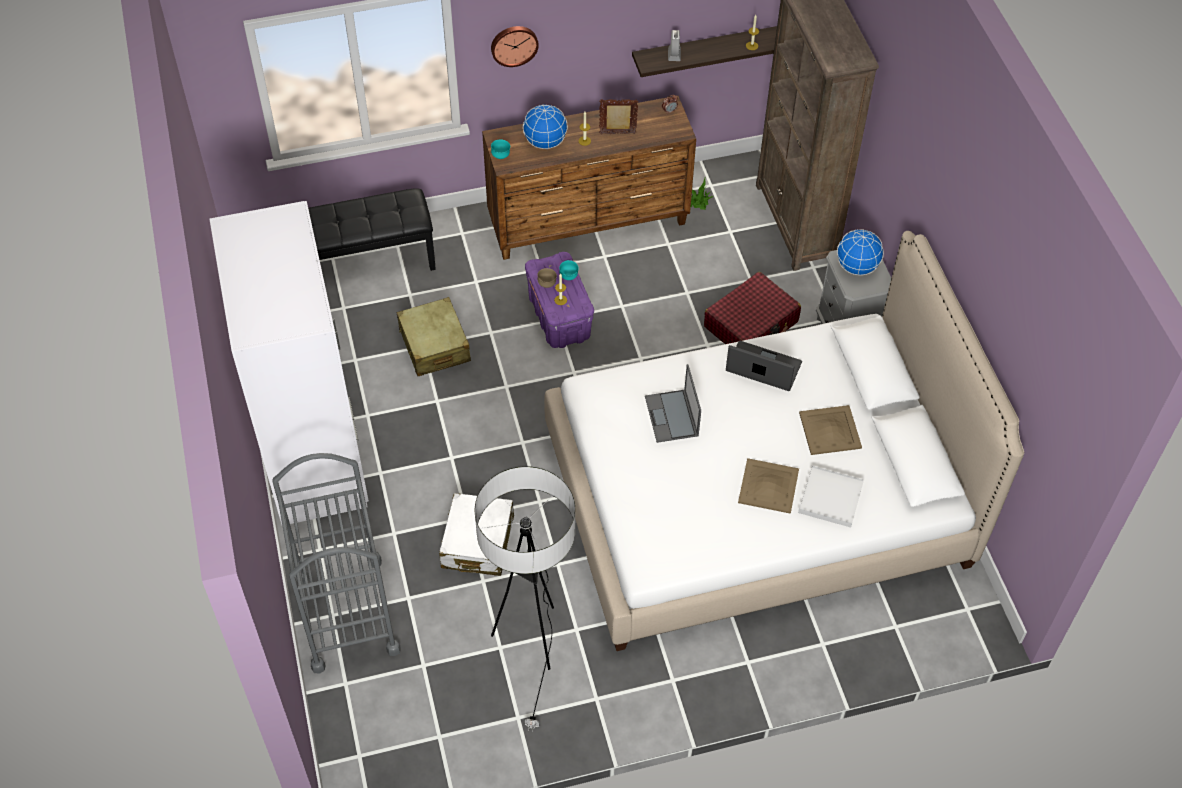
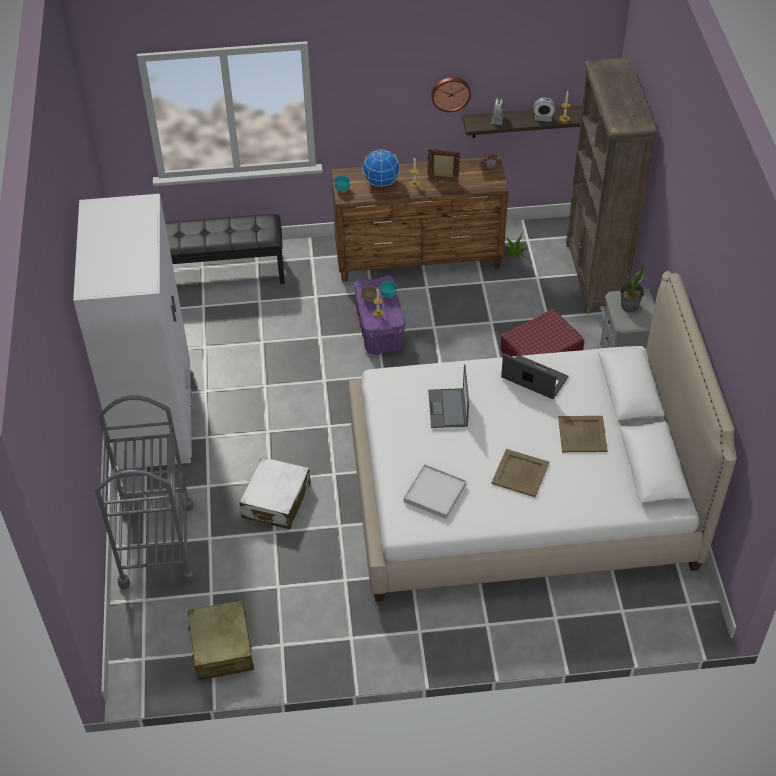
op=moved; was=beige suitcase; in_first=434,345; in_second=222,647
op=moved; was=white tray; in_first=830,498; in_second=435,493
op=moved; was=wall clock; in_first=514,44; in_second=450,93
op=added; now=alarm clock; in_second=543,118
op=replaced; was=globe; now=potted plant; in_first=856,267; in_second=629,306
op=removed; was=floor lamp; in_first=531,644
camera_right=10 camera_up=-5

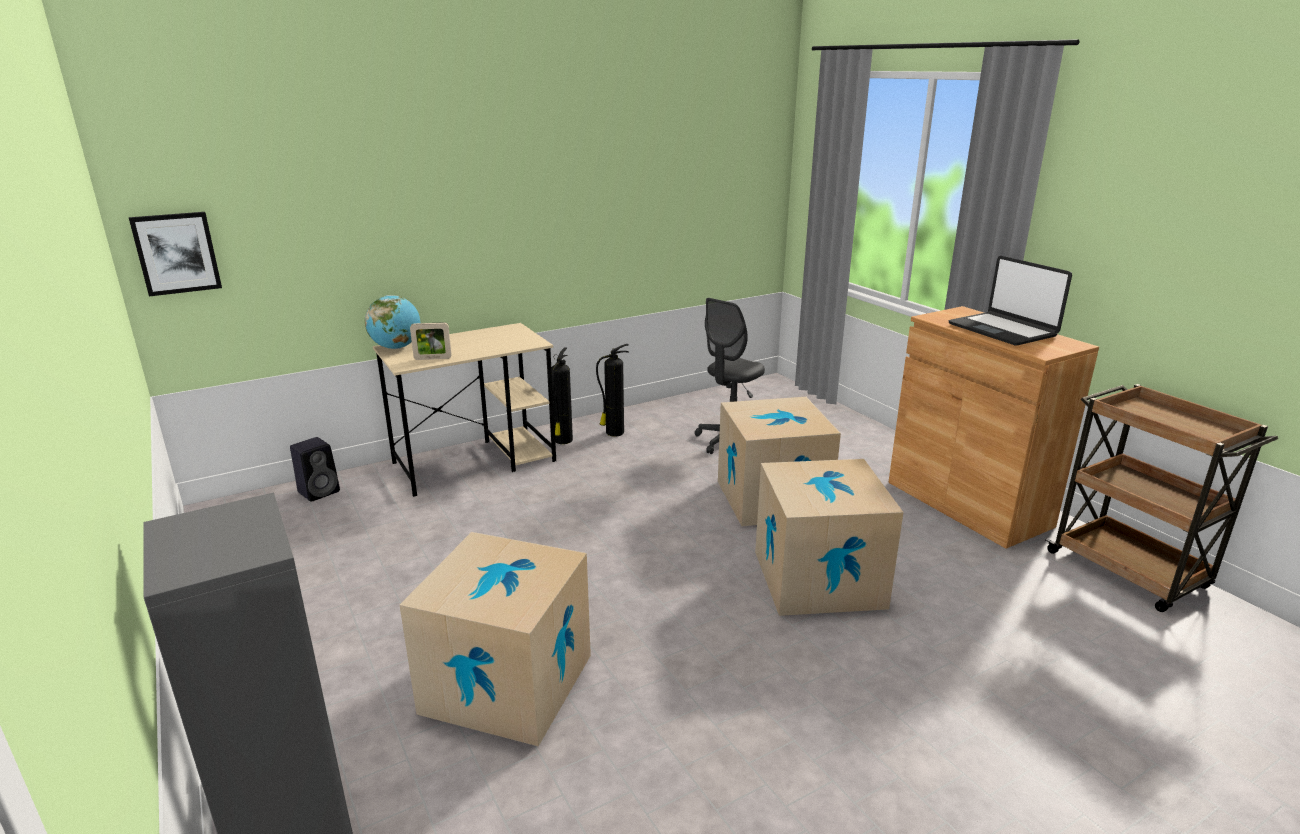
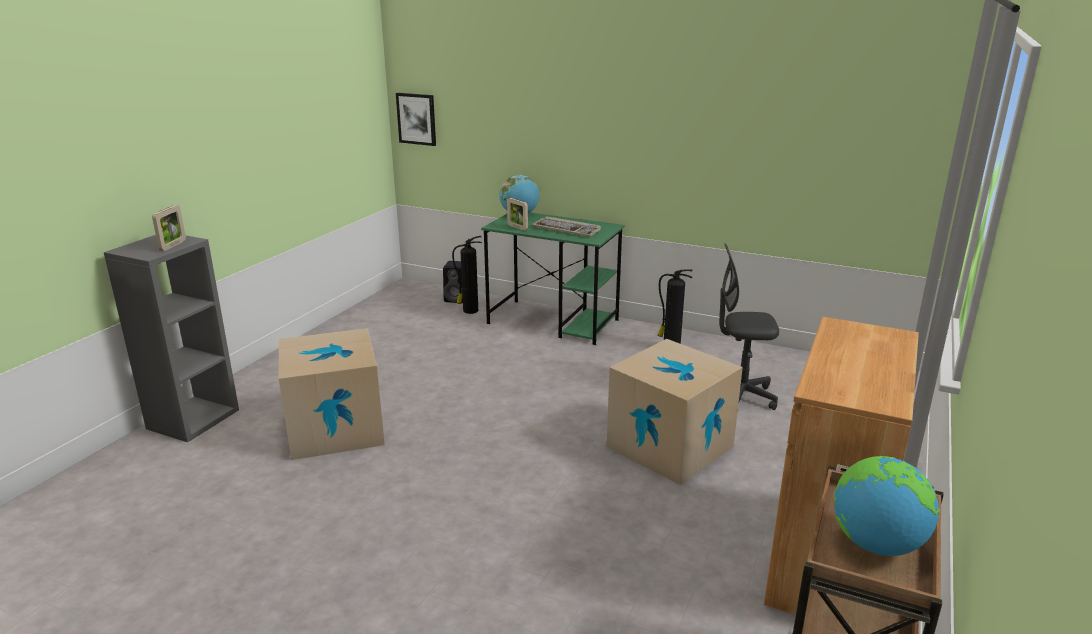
op=added; now=picture frame; in_second=173,245
op=moved; was=fire extinguisher; in_first=563,441; in_second=469,311
op=recoloured; was=beige desk; now=green desk; in_first=476,461; in_second=554,322
op=added; now=keyboard; in_second=567,229
op=added; now=globe; in_second=876,544
op=removed; was=cardboard box; in_first=818,579
op=removed; was=laptop; in_first=1003,330
camera_right=55 camera_up=0

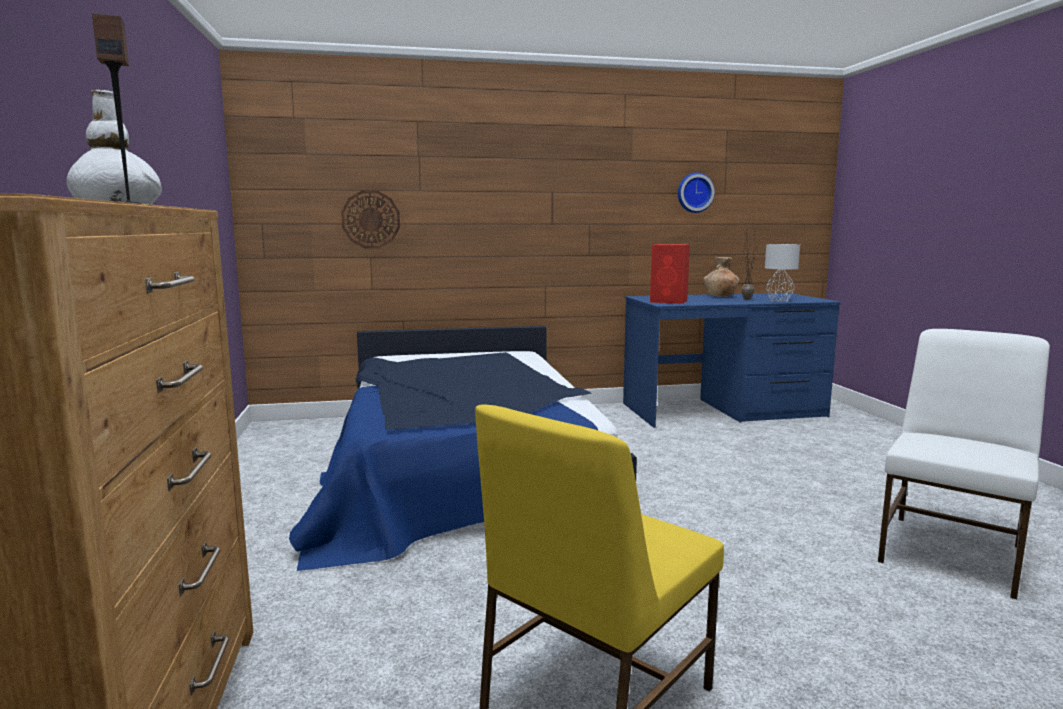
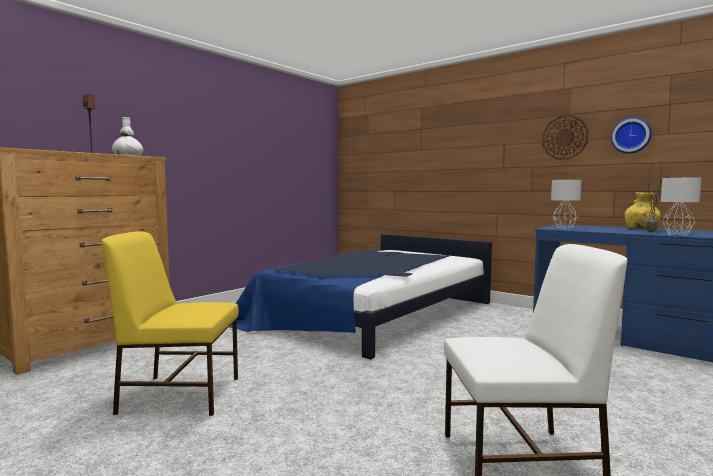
op=moved; was=wall clock; in_first=371,219; in_second=565,137
op=replaced; was=red speaker; now=grey table lamp; in_first=669,301; in_second=565,228
op=recoloured; was=brown vase; now=yellow vase; in_first=720,296; in_second=641,229
camera_right=50 camera_up=-5

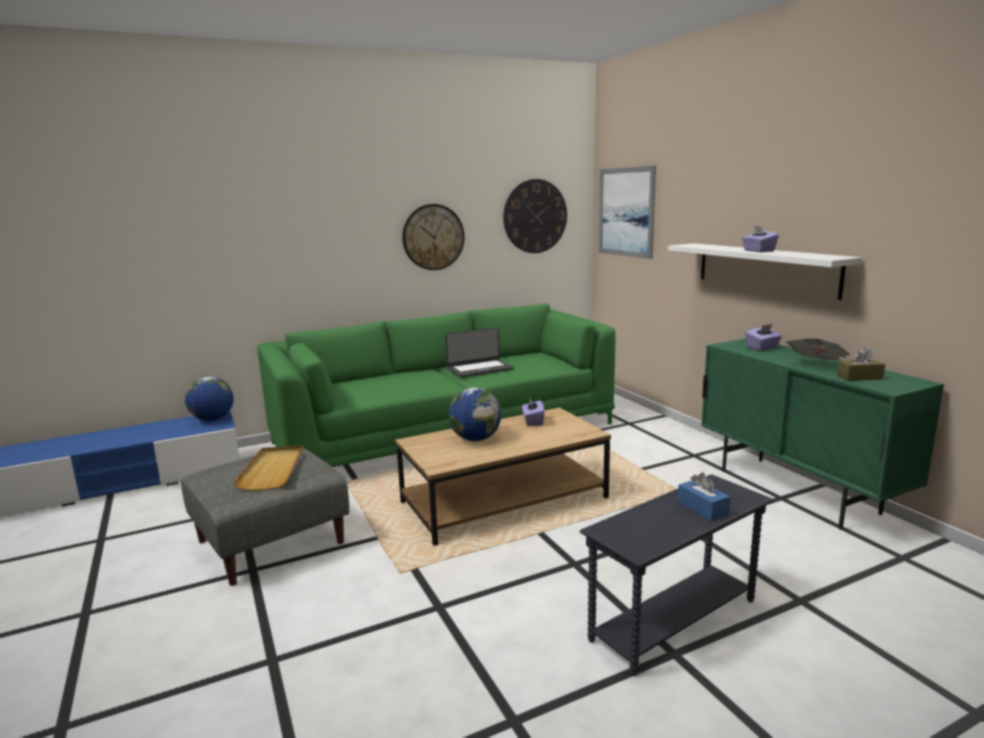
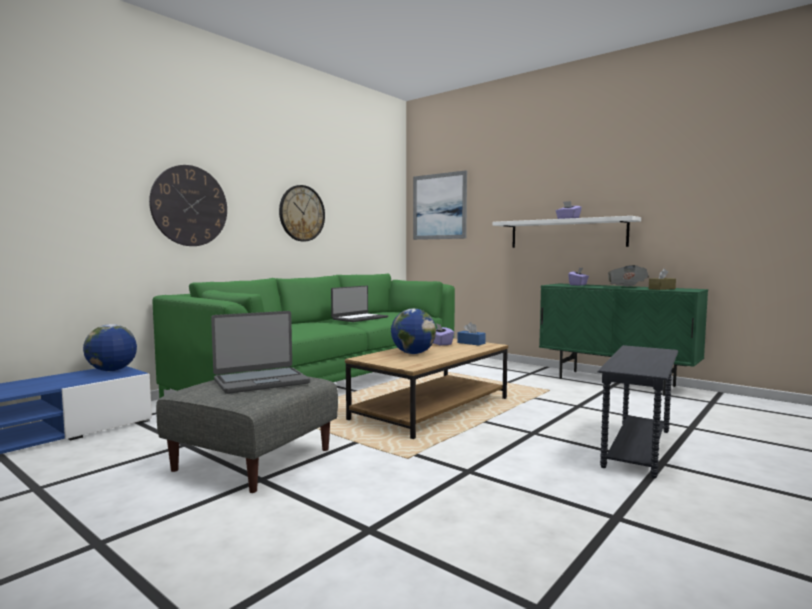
op=moved; was=wall clock; in_first=535,216; in_second=189,206
op=replaced; was=beige tray; now=laptop; in_first=272,470; in_second=261,381
op=moved; was=blue tissue box; in_first=702,508; in_second=471,343
camera_right=-25 camera_up=-10

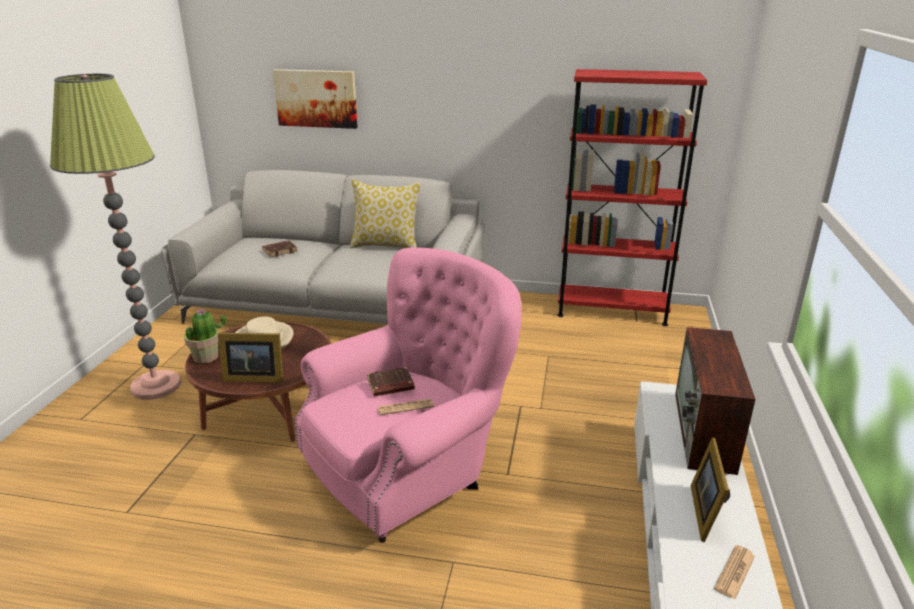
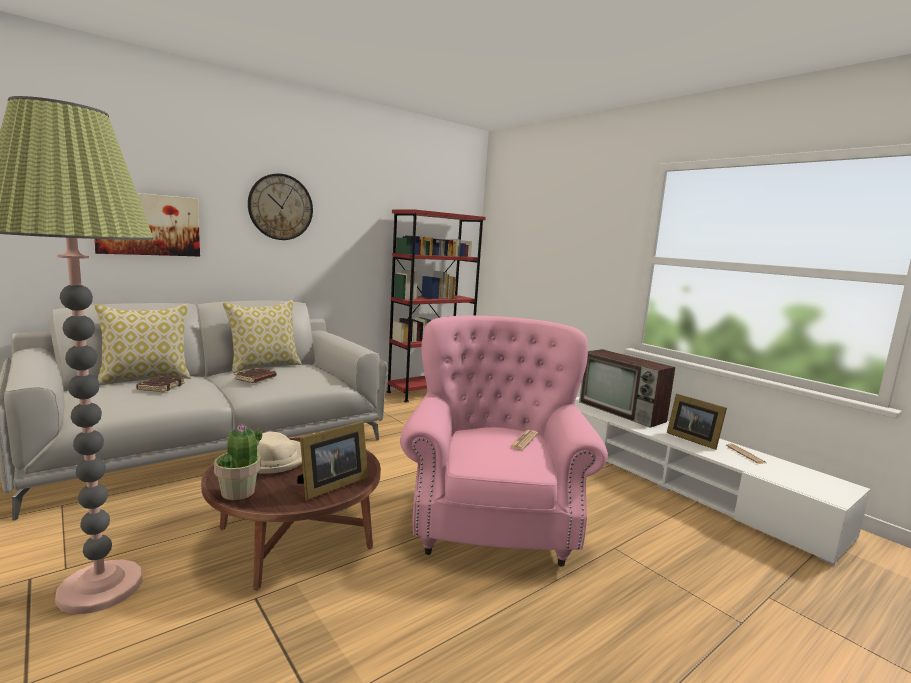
op=added; now=pillow; in_second=146,378
op=moved; was=brown book; in_first=390,386; in_second=256,378
op=added; now=wall clock; in_second=280,207
camera_right=-50 camera_up=-15

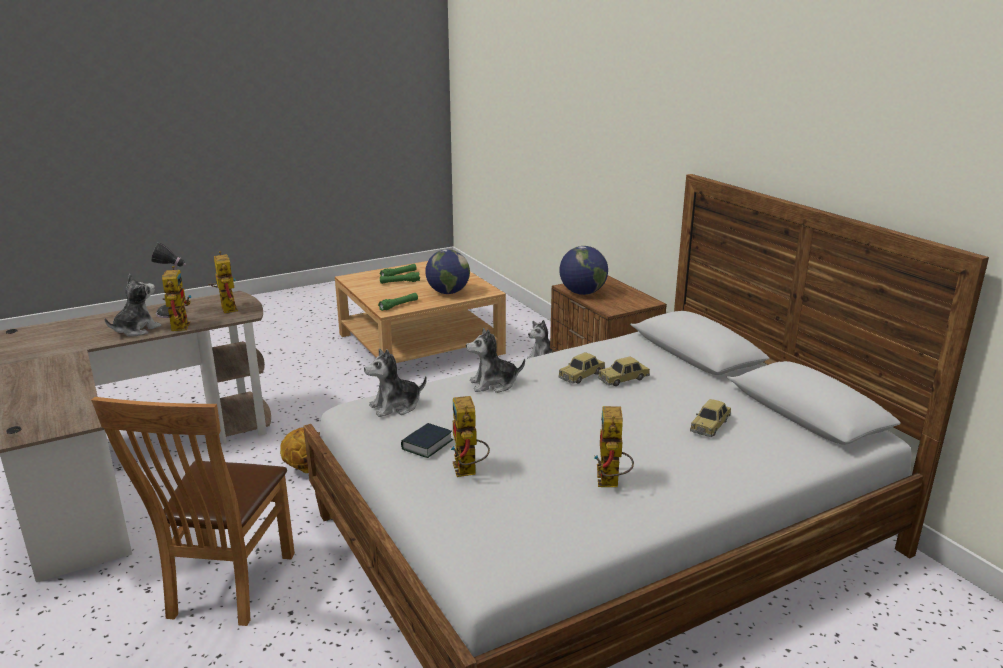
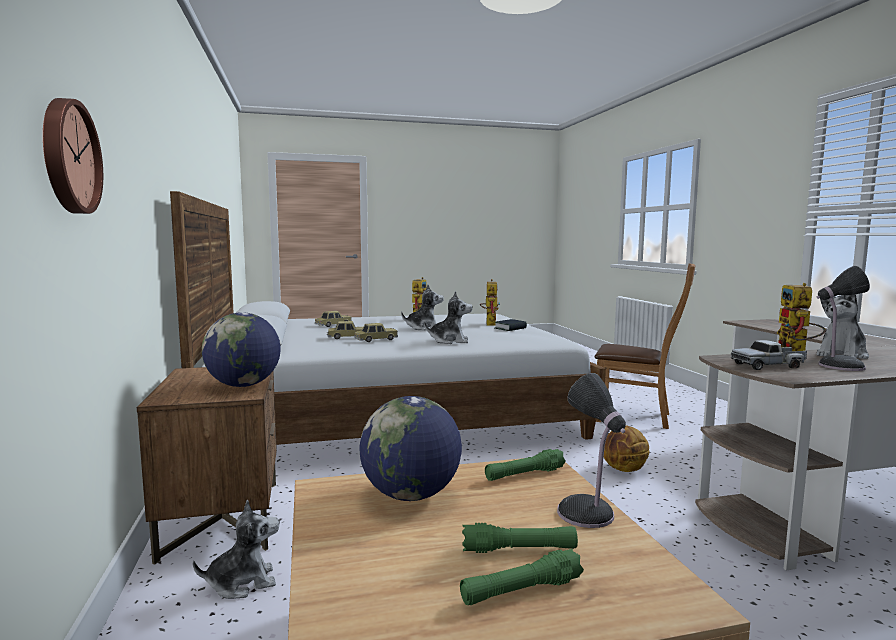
op=added; now=wall clock; in_second=67,157
op=moved; was=plush toy; in_first=395,406; in_second=424,328
op=added; now=table lamp; in_second=587,515
op=turned; was=brown chair; in_first=226,589; in_second=638,417; clockwise=90
op=replaced; was=toy robot; now=toy truck; in_first=226,307; in_second=768,366
camera_right=-165 camera_up=-15

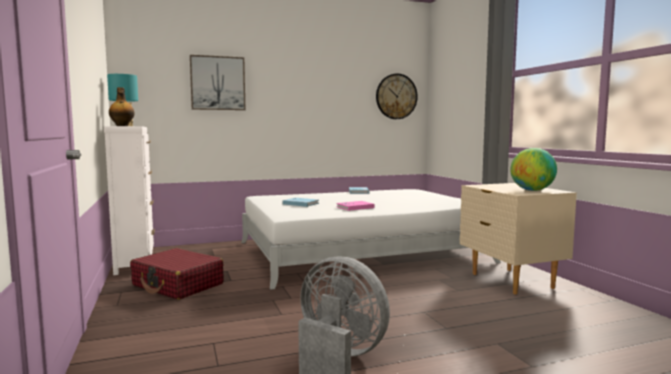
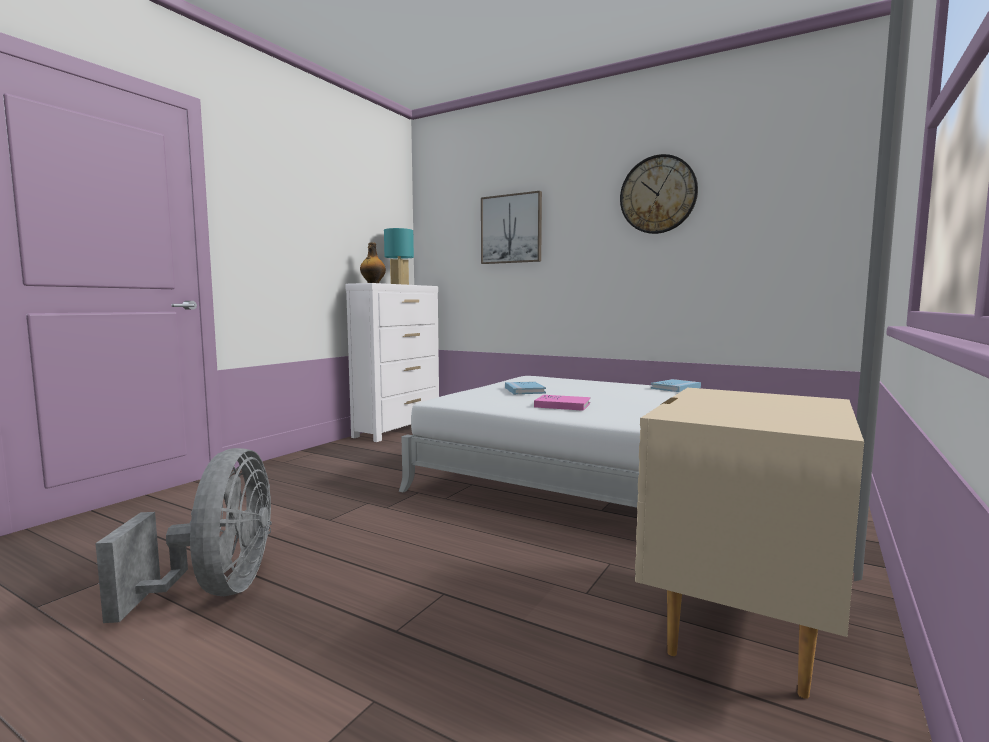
op=moved; was=wall clock; in_first=396,96; in_second=658,194
op=removed; was=red suitcase; in_first=178,285
op=removed; was=globe; in_first=532,190
camera_right=50 camera_up=0

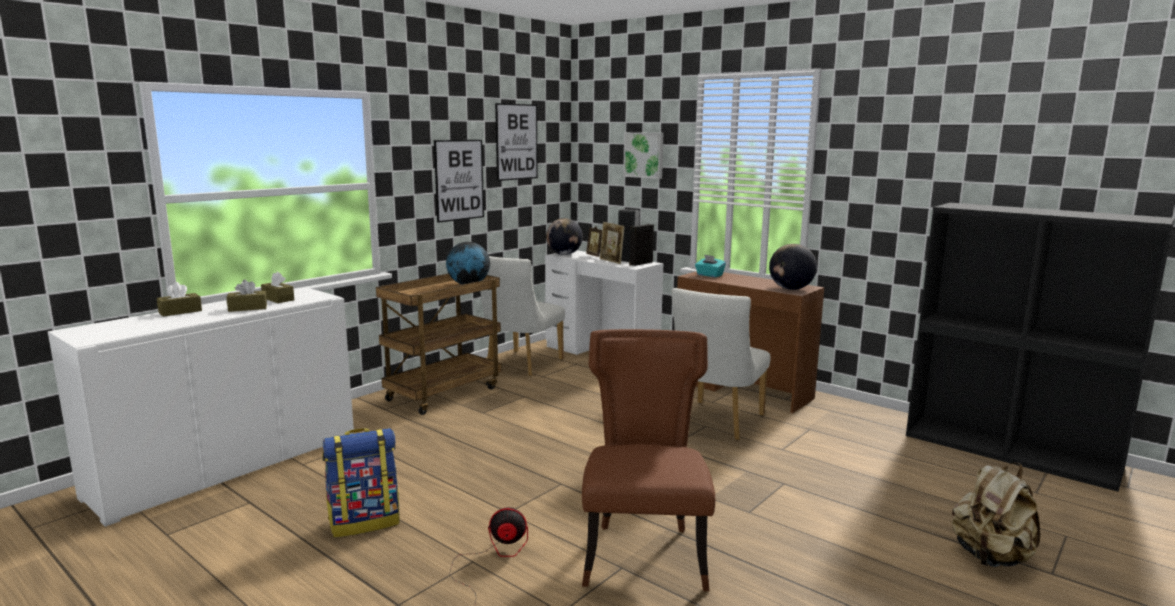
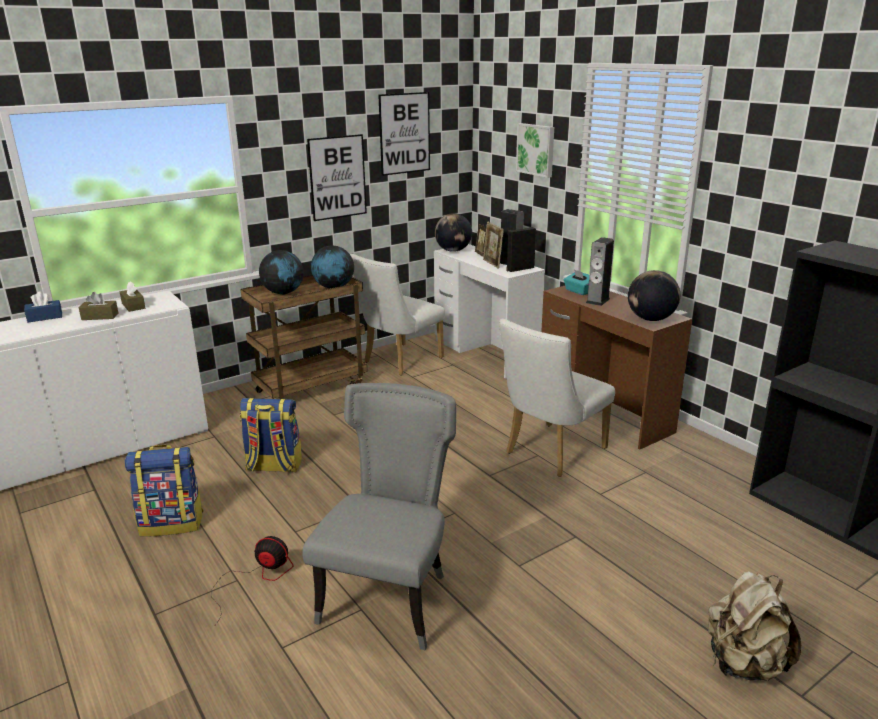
op=recoloured; was=brown tissue box; now=blue tissue box; in_first=180,312; in_second=45,317
op=added; now=backpack; in_second=273,466
op=added; now=globe; in_second=283,293
op=recoloured; was=brown chair; now=grey chair; in_first=644,554; in_second=390,597
op=added; now=speaker; in_second=597,301
camera_right=15 camera_up=10

